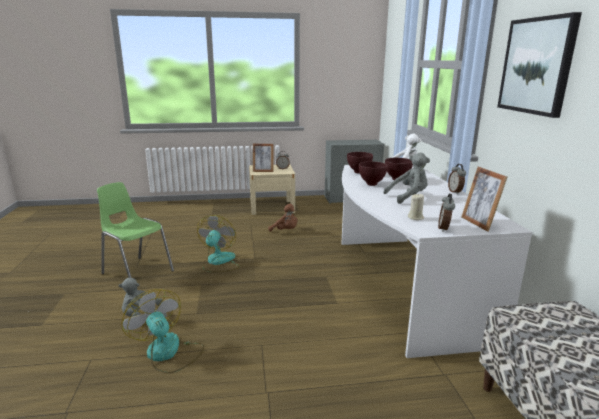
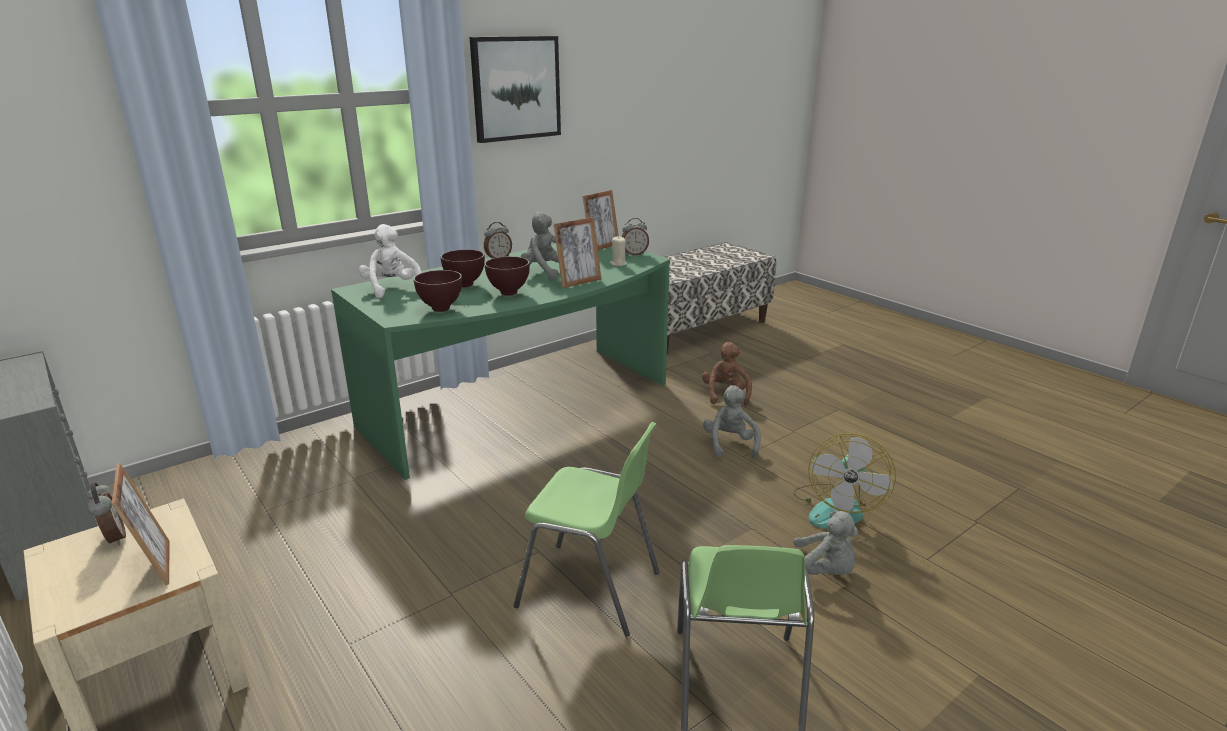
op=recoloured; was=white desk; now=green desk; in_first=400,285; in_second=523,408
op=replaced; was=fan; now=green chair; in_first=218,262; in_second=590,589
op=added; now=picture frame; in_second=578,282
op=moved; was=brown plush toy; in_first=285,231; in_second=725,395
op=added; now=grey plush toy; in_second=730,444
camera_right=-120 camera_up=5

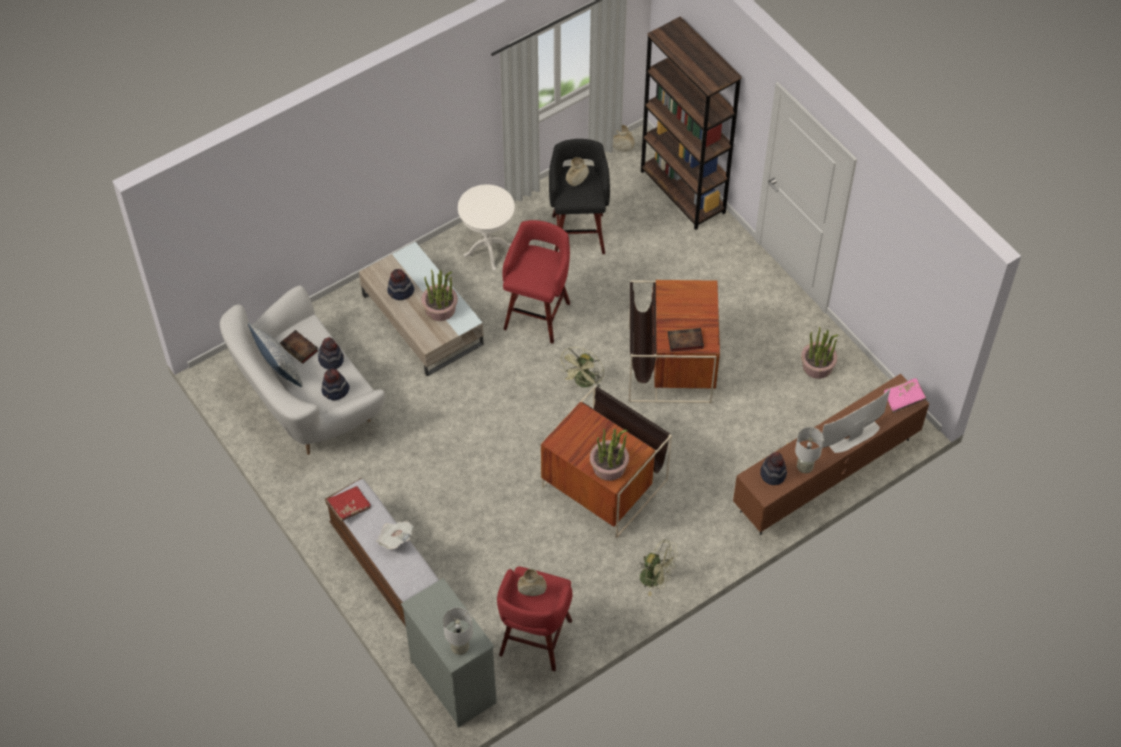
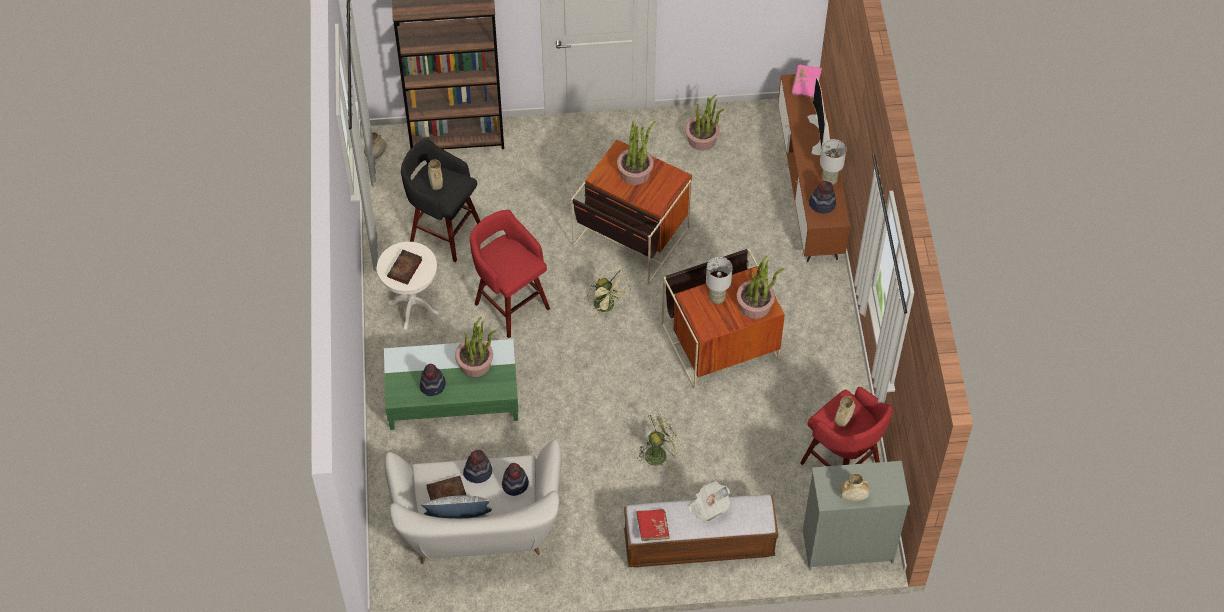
op=recoloured; was=beige coffee table; now=green coffee table; in_first=422,319; in_second=452,395
op=moved; was=book; in_first=684,341; in_second=405,269
op=added; now=potted plant; in_second=635,172
op=moved; was=green fan; in_first=656,578; in_second=659,453
op=moved; was=grey table lamp; in_first=460,648; in_second=717,298
op=added; now=beige vase; in_second=853,497
camera_right=-60 camera_up=0

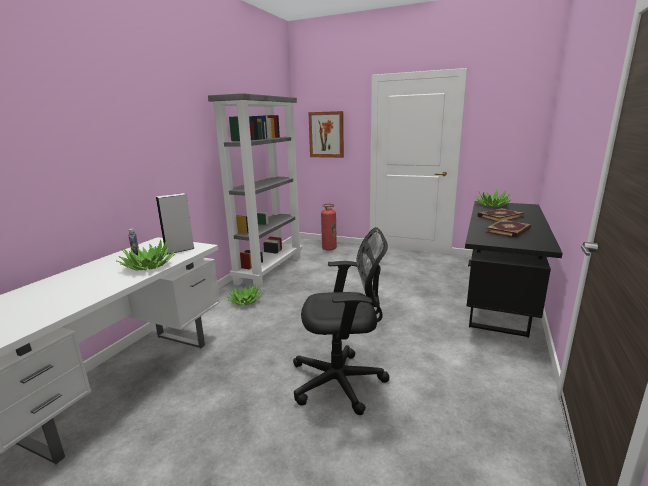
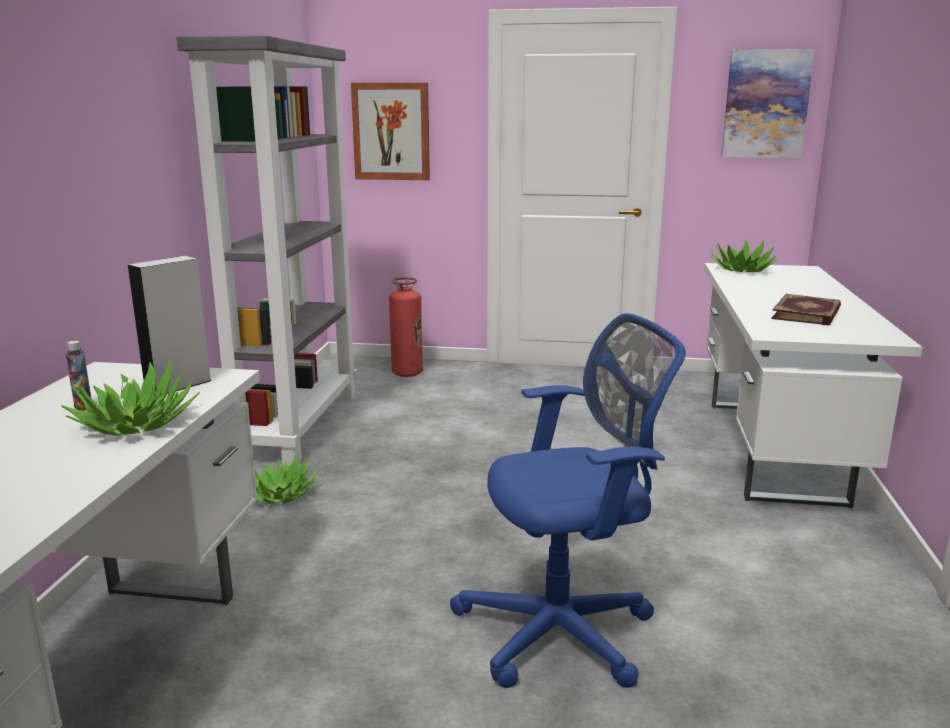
op=recoloured; was=black office chair; now=blue office chair; in_first=342,382; in_second=565,631
op=recoloured; was=black desk; now=white desk; in_first=498,301; in_second=773,450
op=added; now=picture; in_second=766,104
op=removed; was=book; in_first=499,216
camera_right=-15 camera_up=0

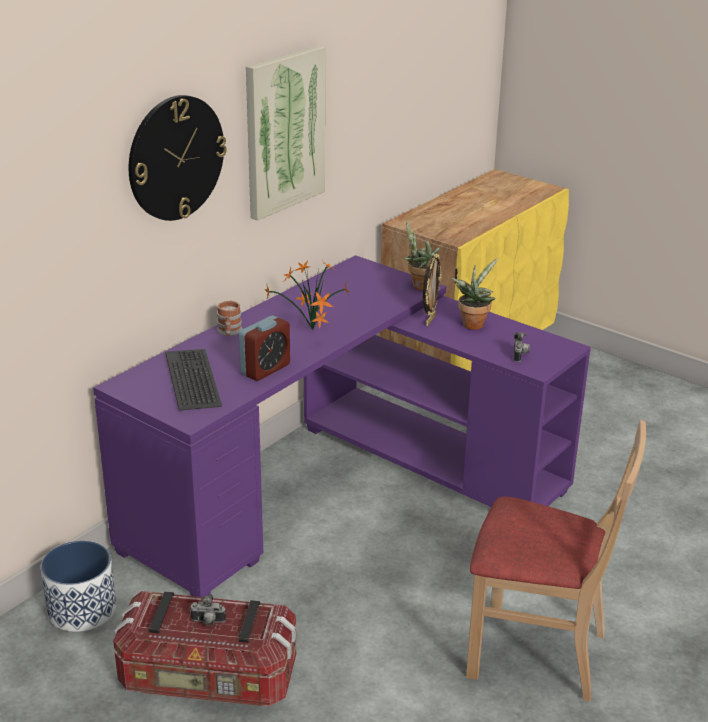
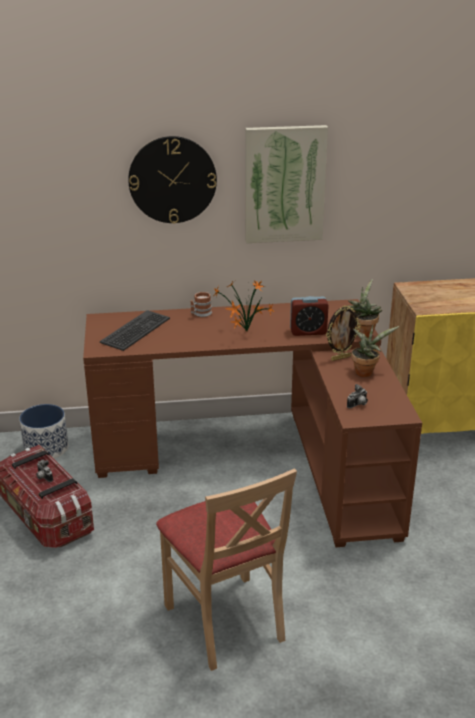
op=recoloured; was=purple desk; now=brown desk; in_first=339,486; in_second=261,458
op=moved; was=alarm clock; in_first=265,369; in_second=308,331
camera_right=45 camera_up=0

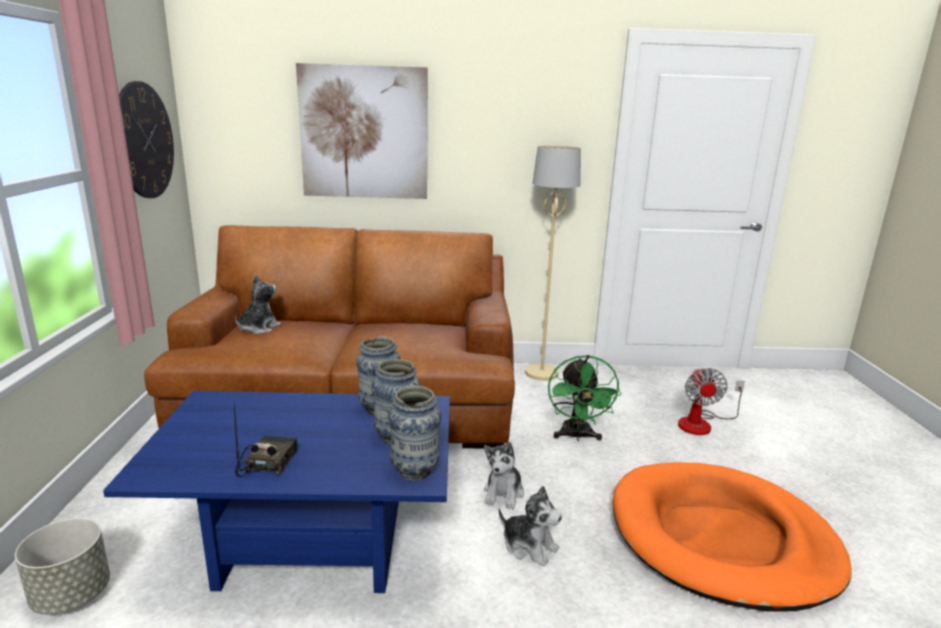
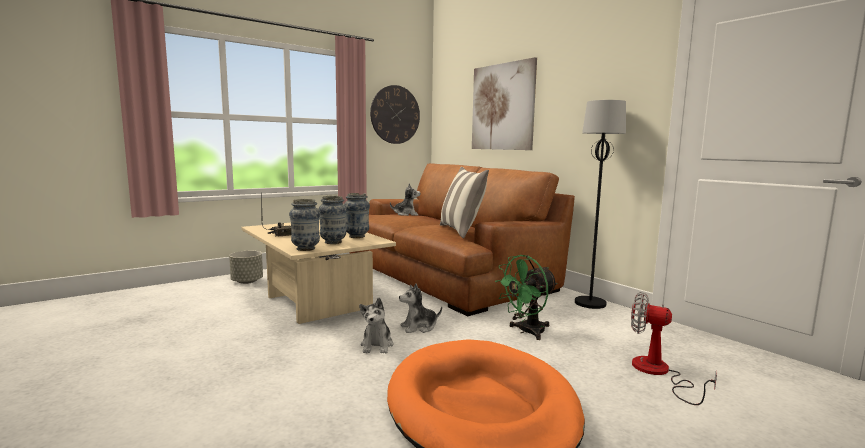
op=recoloured; was=blue coffee table; now=beige coffee table; in_first=310,545; in_second=315,302
op=added; now=pillow; in_second=461,231
op=recoloured; was=beige floor lamp; now=black floor lamp; in_first=541,373; in_second=590,303
op=turned; was=fan; in_first=702,423; in_second=658,373; clockwise=60
camera_right=55 camera_up=-10

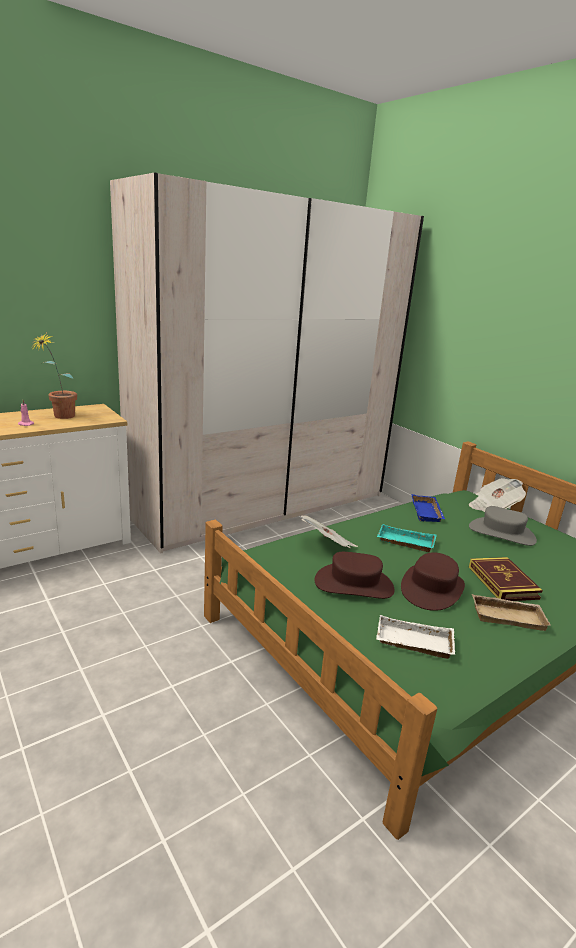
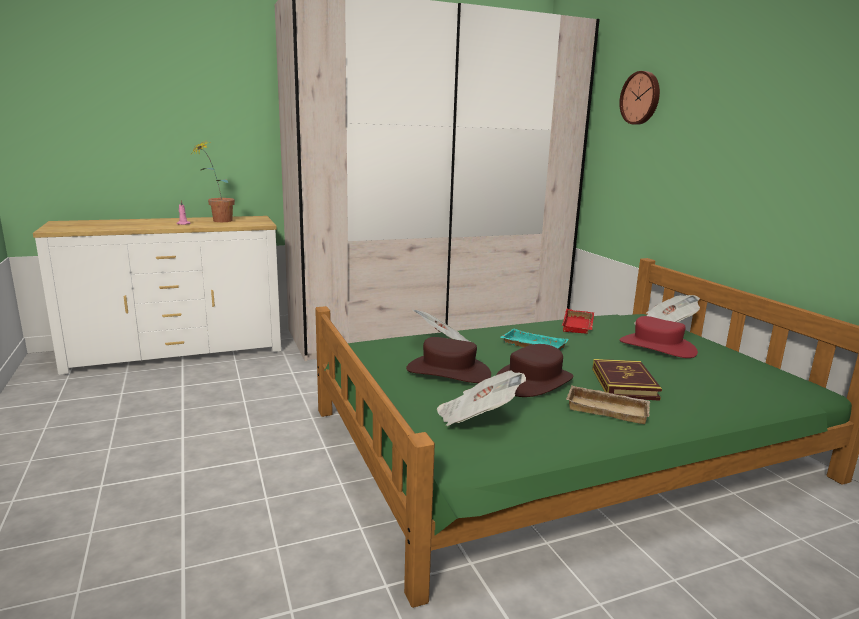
op=replaced; was=white tray; now=newspaper; in_first=412,643; in_second=477,418
op=recoloured; was=blue tray; now=red tray; in_first=428,512; in_second=579,326
op=added; now=wall clock; in_second=641,98
op=recoloured; was=grey hat; now=red hat; in_first=501,533; in_second=657,347
camera_right=15 camera_up=-5

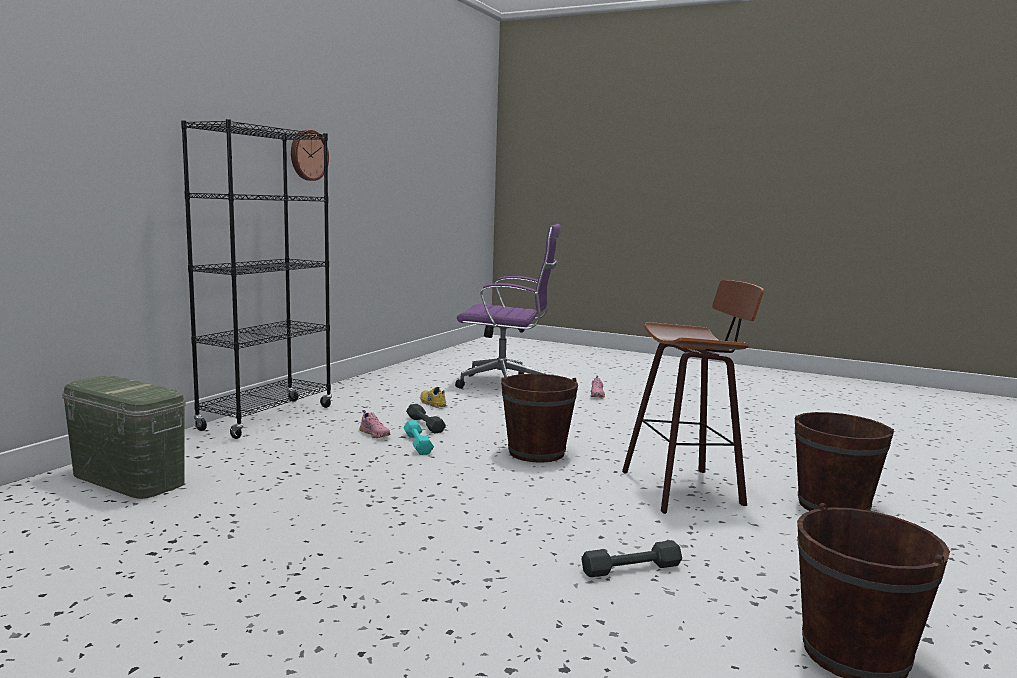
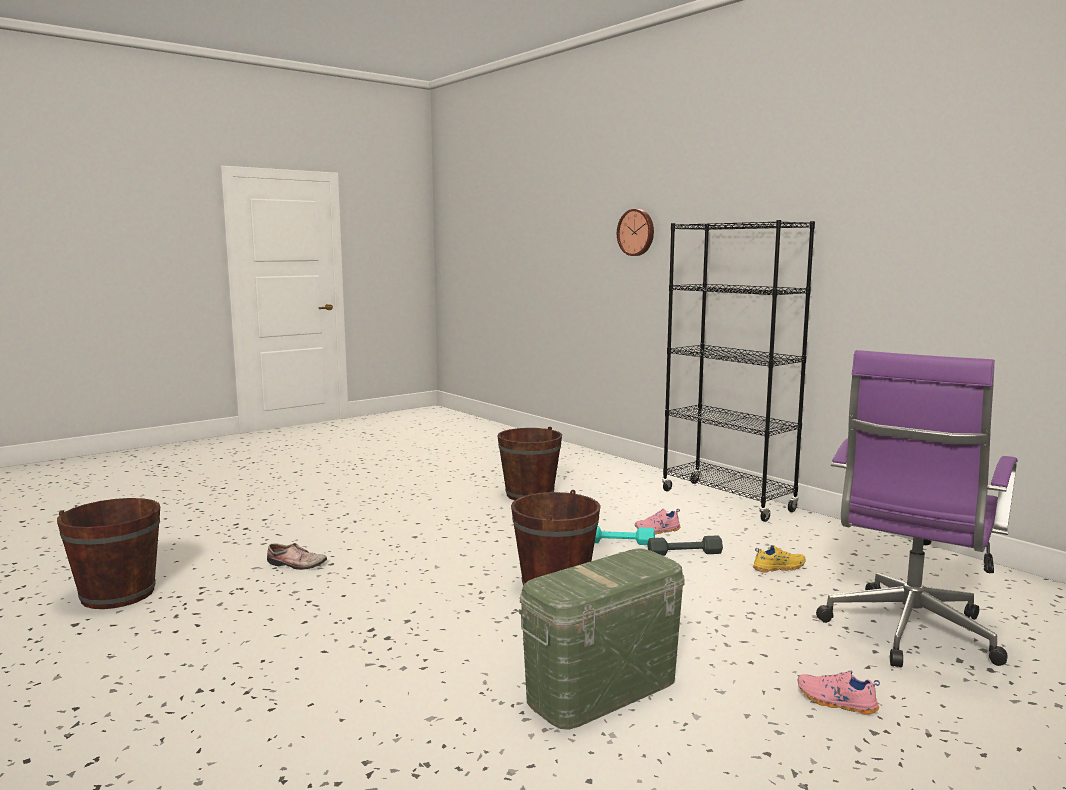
op=replaced; was=grey dumbbell; now=shoe; in_first=631,569; in_second=296,565
op=moved; was=brown bucket; in_first=833,506; in_second=530,494
op=moved; was=green storage box; in_first=129,479; in_second=602,690
op=moved; was=wall clock; in_first=307,155; in_second=636,232
op=removed; was=stool; in_first=686,488
camera_right=115 camera_up=0

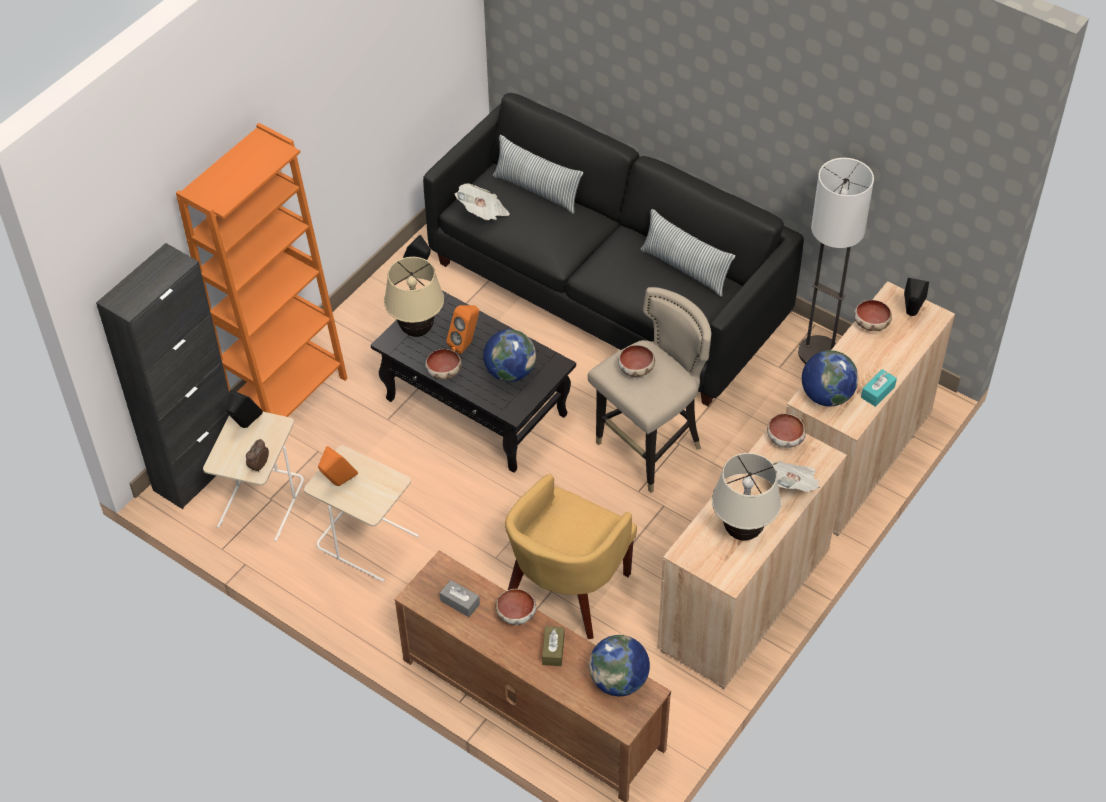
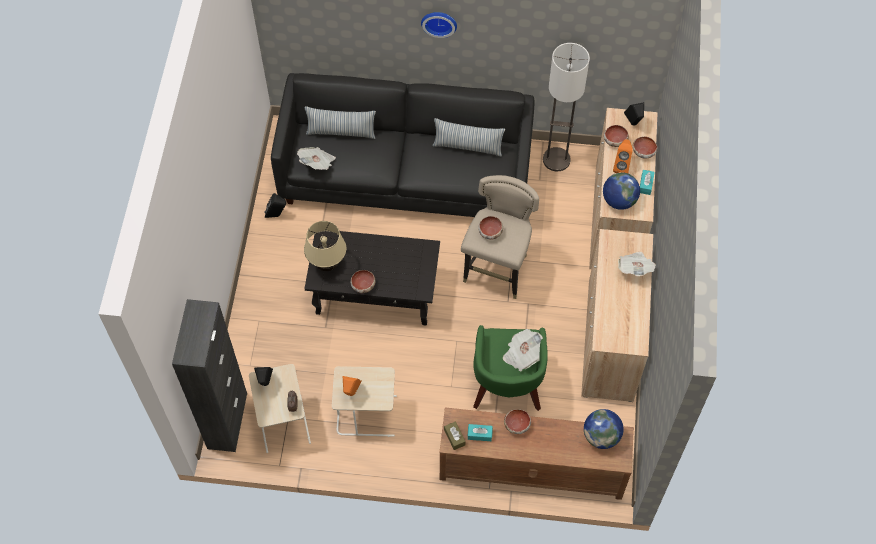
op=added; now=wall clock; in_second=439,22
op=moved; was=brown tissue box; in_first=553,650; in_second=454,437
op=recoloured; was=grey tissue box; now=turquoise tissue box; in_first=460,602; in_second=479,434
op=recoloured; was=yellow armchair; now=green armchair; in_first=567,590; in_second=507,386
op=added; now=newspaper; in_second=522,355
op=moved; was=orange speaker; in_first=465,344; in_second=621,166
op=moved; was=bowl; in_first=785,439; in_second=644,152
op=removed; was=orange bookcase; in_first=288,398
op=removed; was=globe; in_first=510,372
op=removed; was=beige table lamp; in_first=742,531
camera_right=-30 camera_up=10

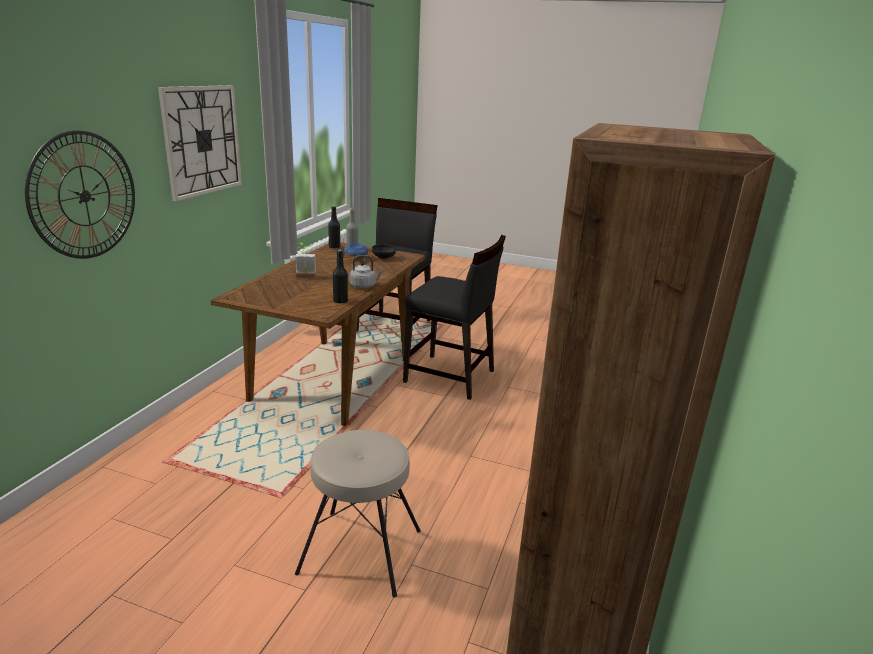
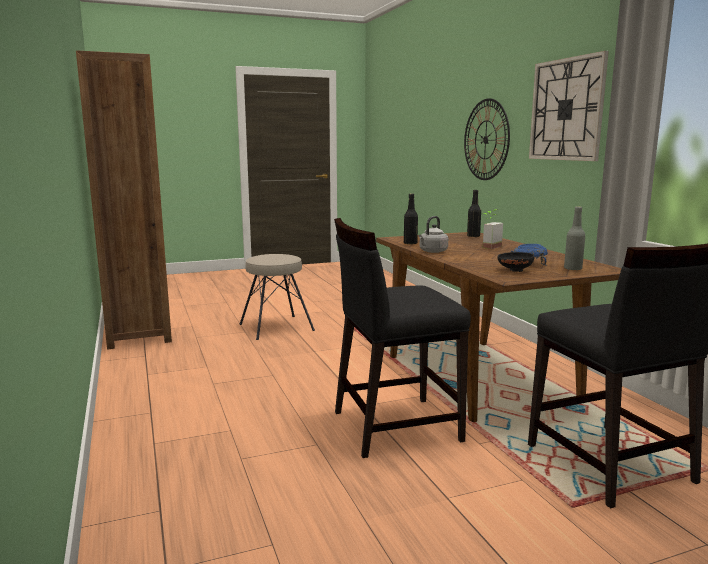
op=moved; was=black bottle; in_first=334,247; in_second=473,236
camera_right=140 camera_up=-10

